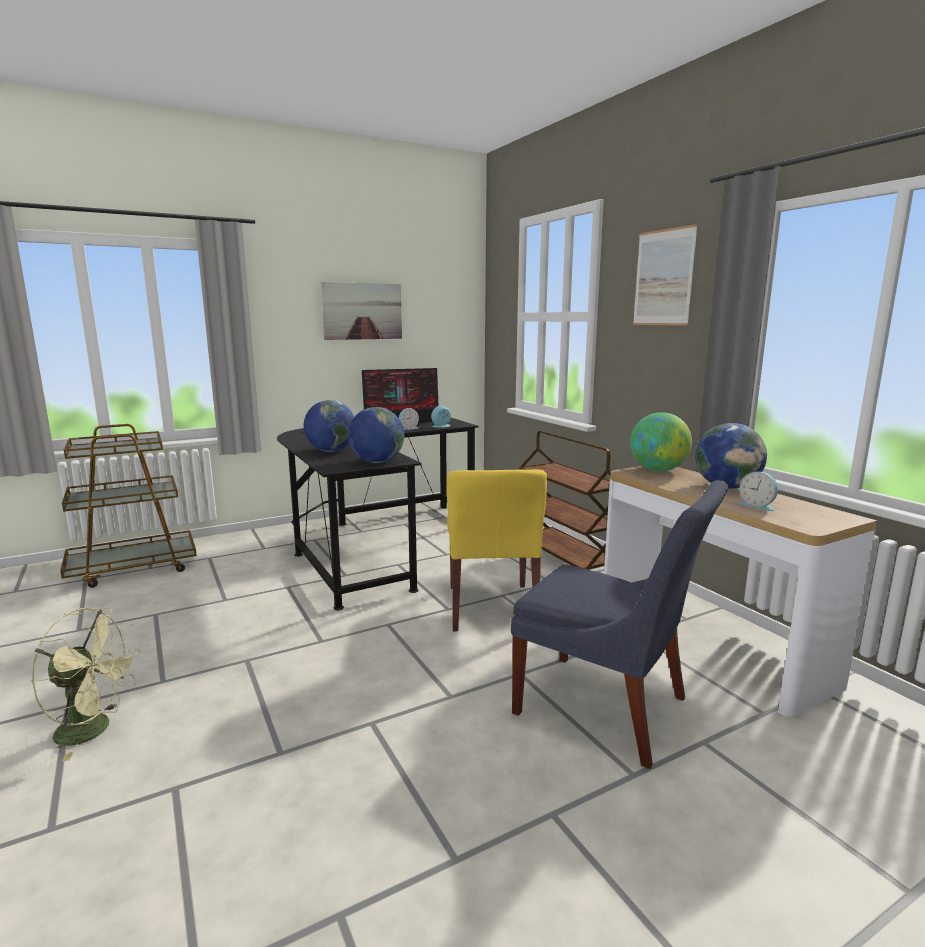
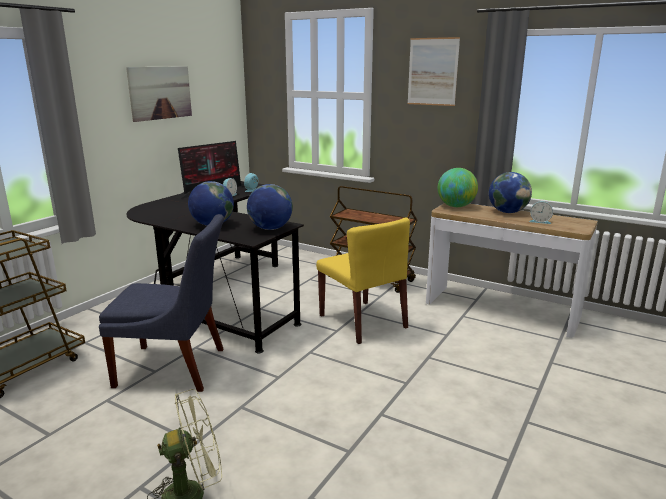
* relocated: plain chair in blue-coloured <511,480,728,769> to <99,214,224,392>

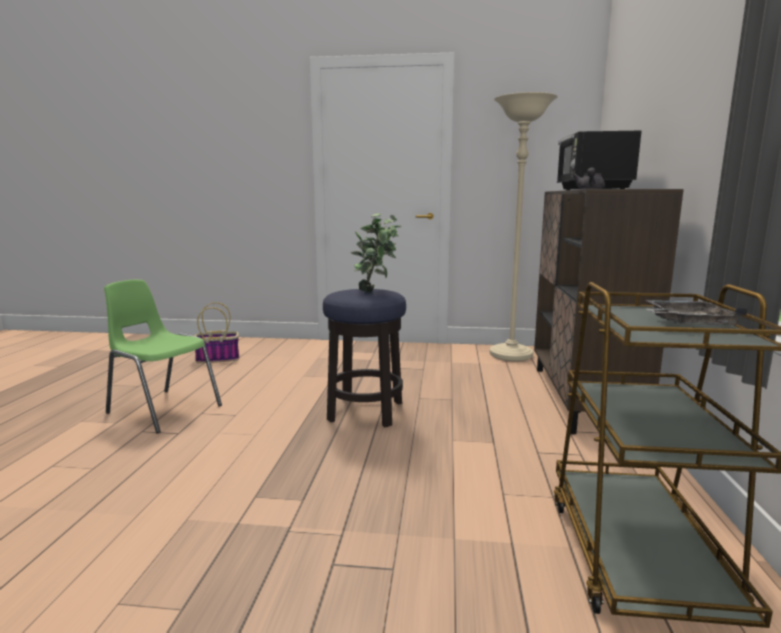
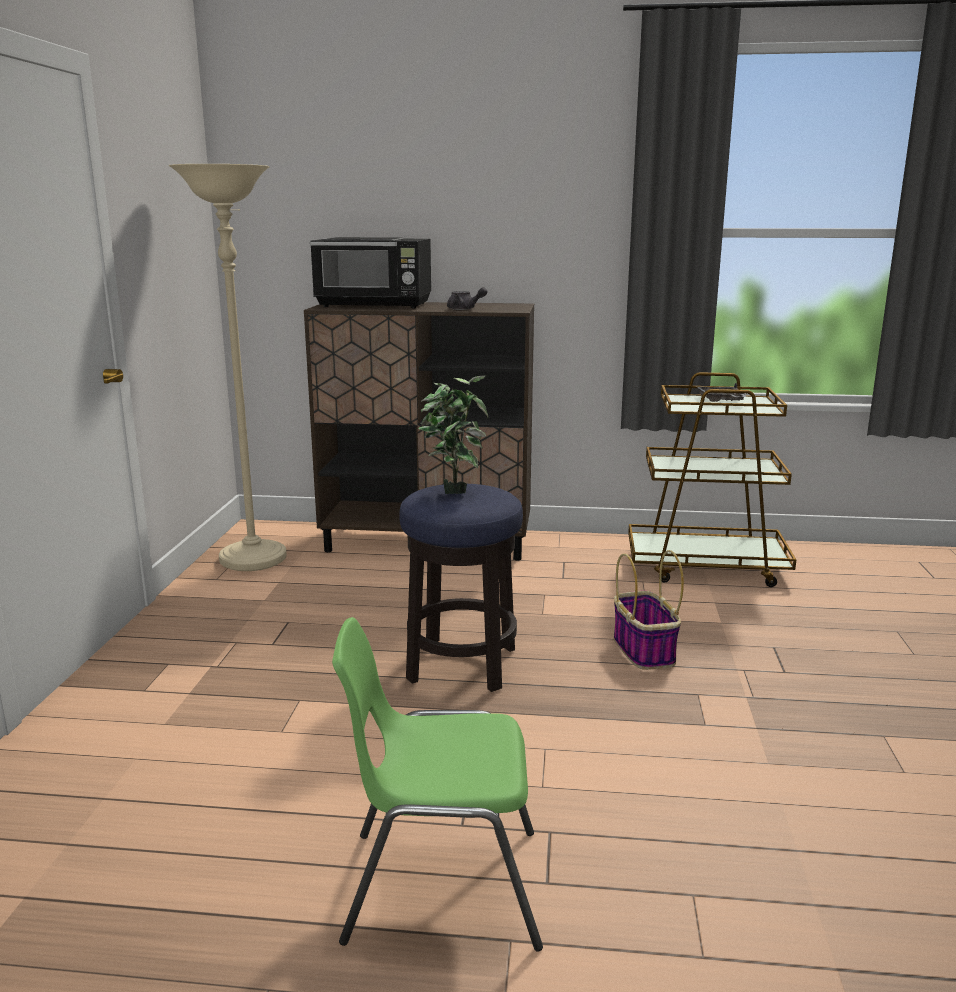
* relocated: storage basket <194,302,239,363> to <614,550,684,670>
* spun: plain chair in green <104,280,222,433> = <332,617,543,952> 60 degrees clockwise

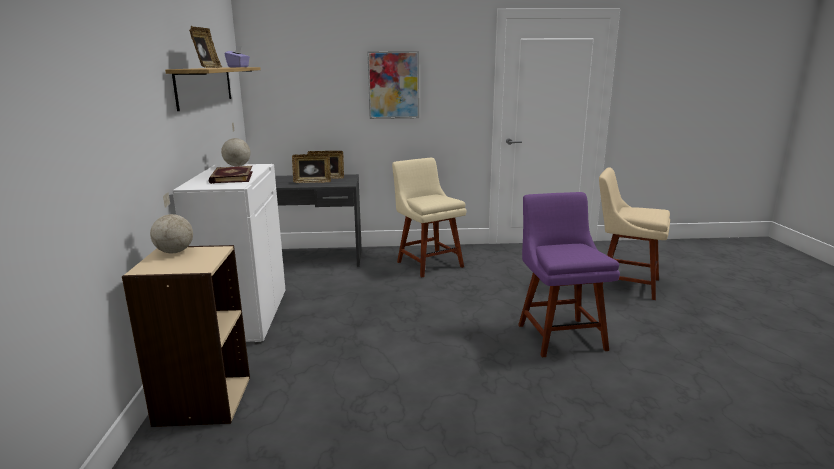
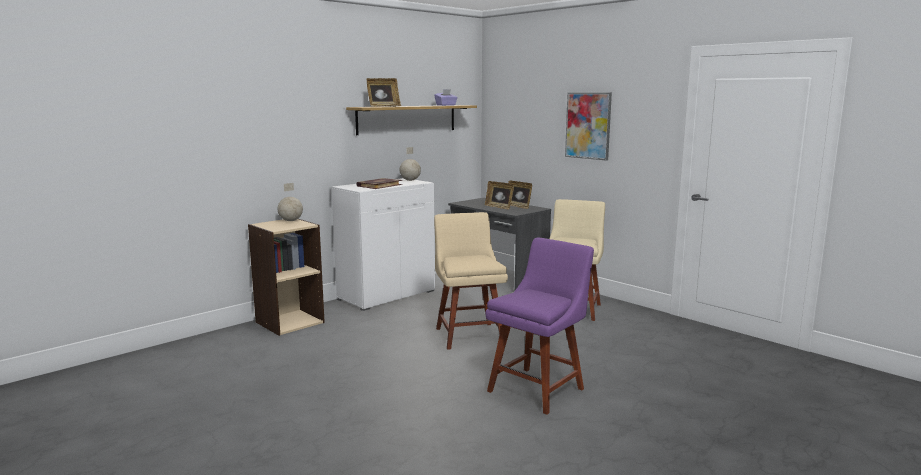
* relocated: plain chair in beige-coloured <599,167,670,300> to <434,212,508,350>

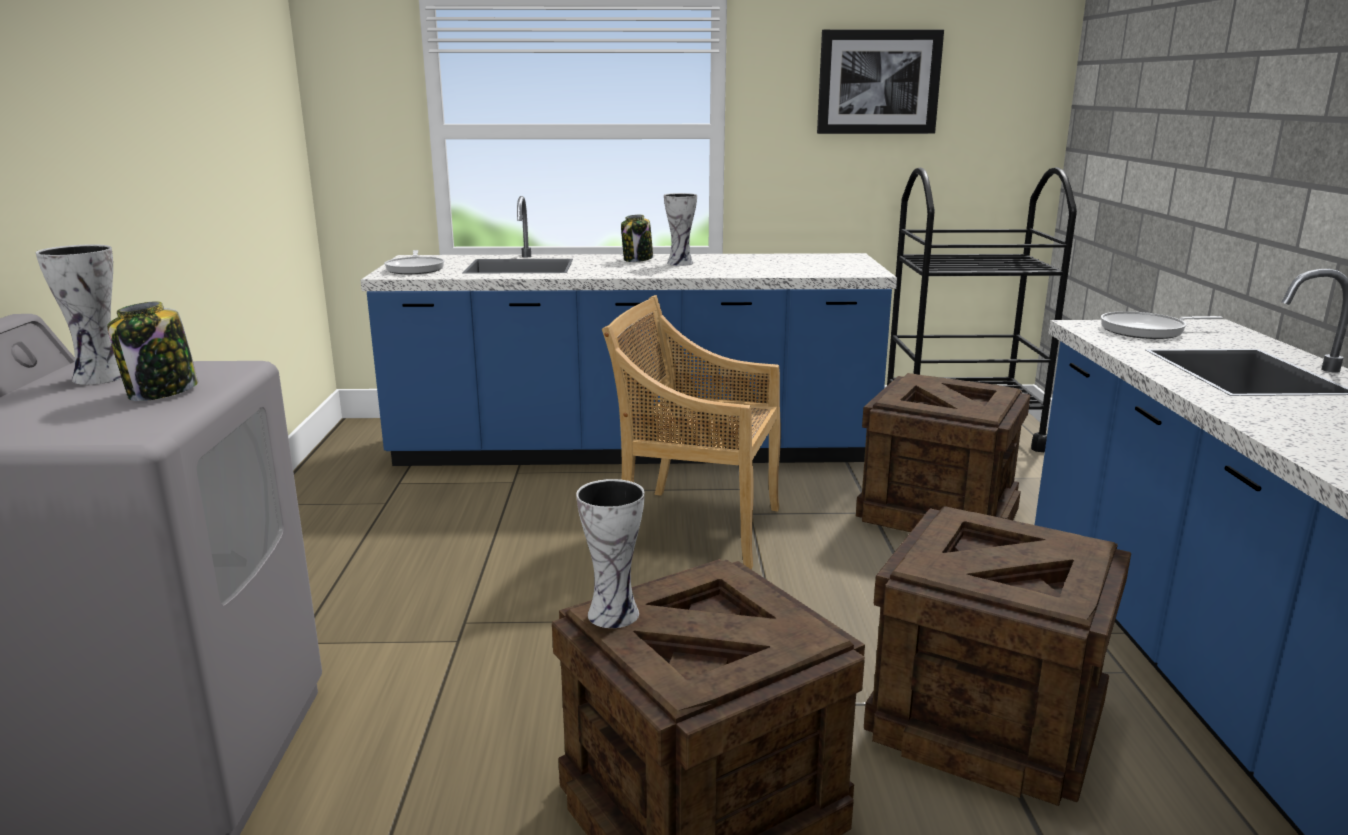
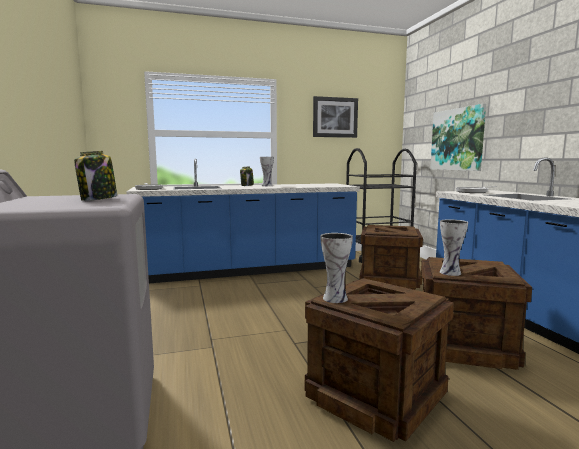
* missing: plain chair in beige-coloured <602,295,781,569>
* appeared: picture <430,104,486,171>
* relocated: flower vase <36,244,122,385> to <440,219,468,276>

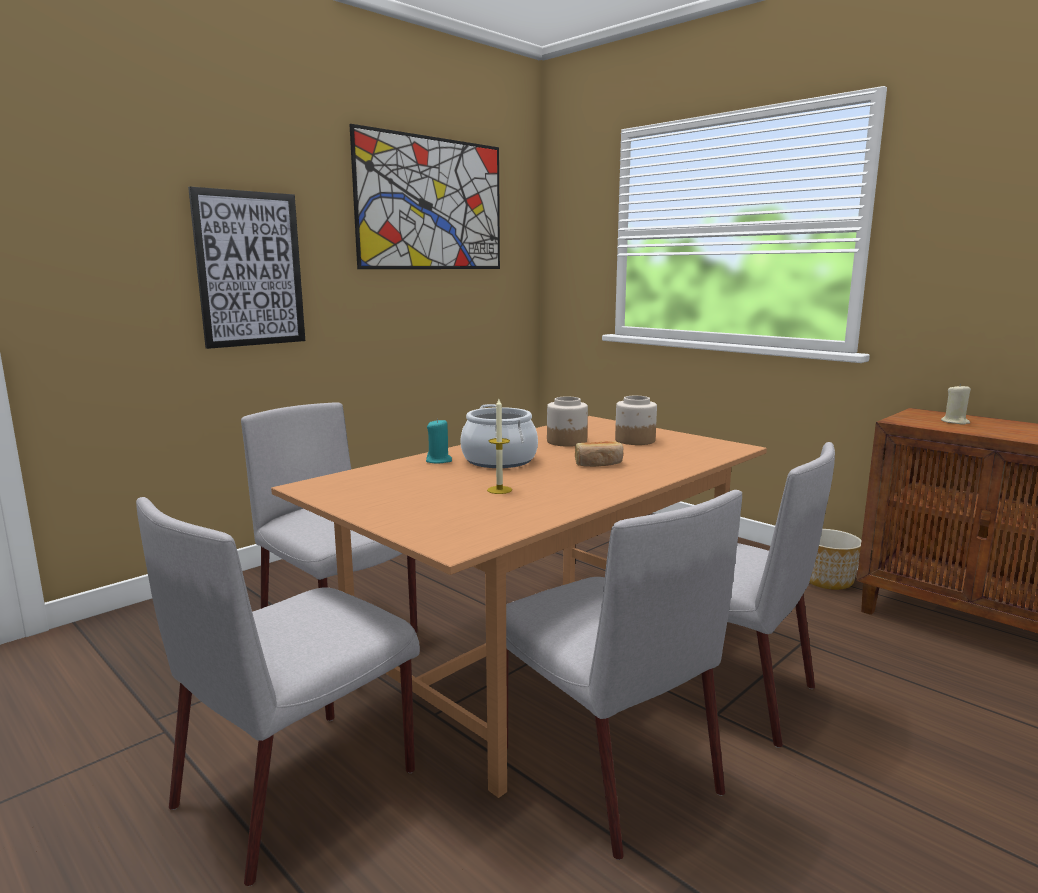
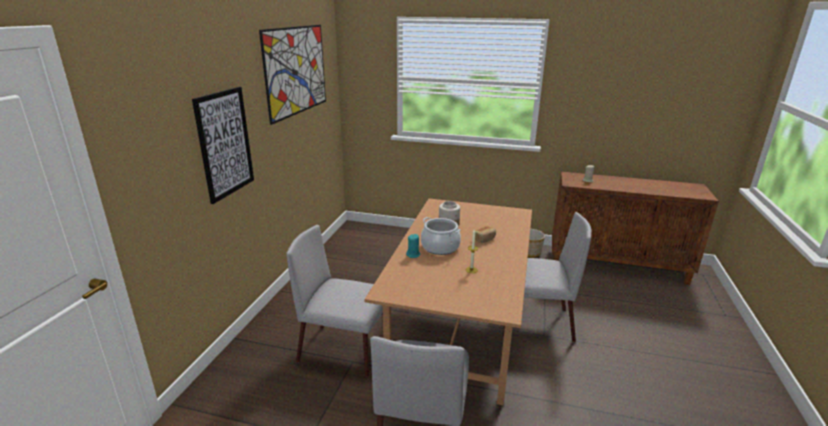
* missing: plain chair in grey <506,490,742,860>
* missing: preserve jar <615,396,657,445>

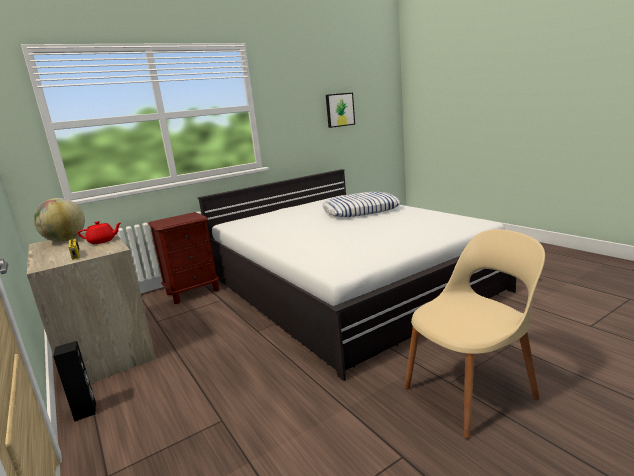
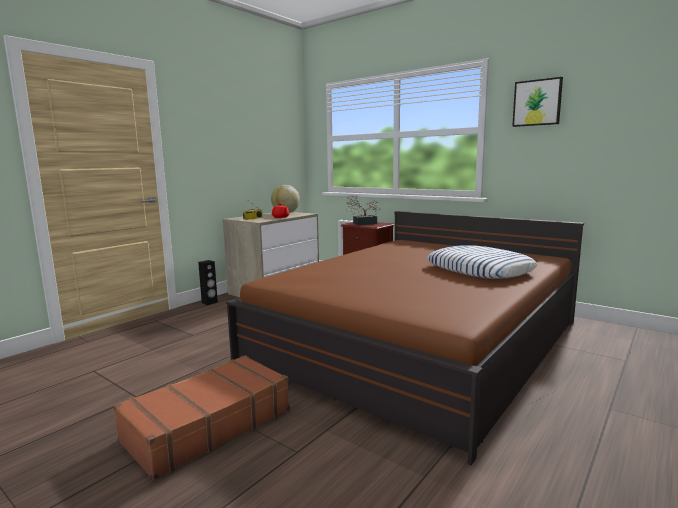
* appeared: potted plant <346,195,381,225>
* relocated: picture <326,93,355,128> to <512,77,563,127>
* exchanged: plain chair in beige-coloured <404,229,545,439> to suitcase in brown-coloured <113,355,290,480>
* colour: sleeping bed in white-coloured <198,169,516,381> to sleeping bed in brown-coloured <226,211,584,465>

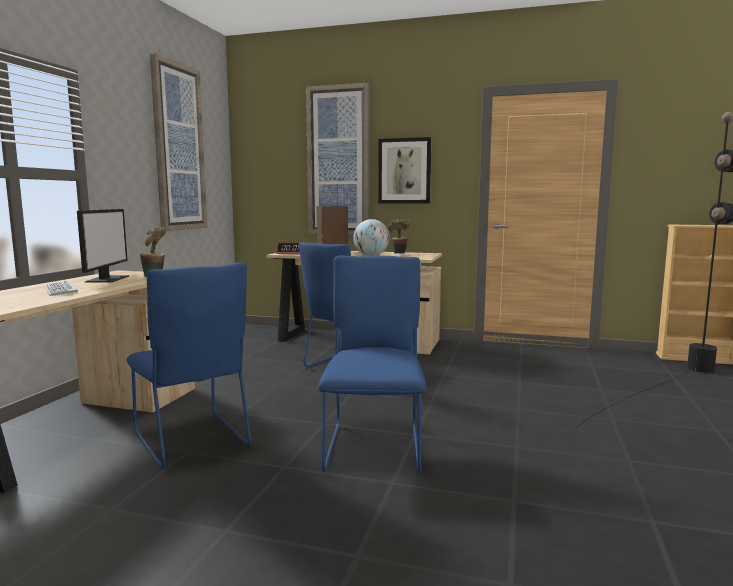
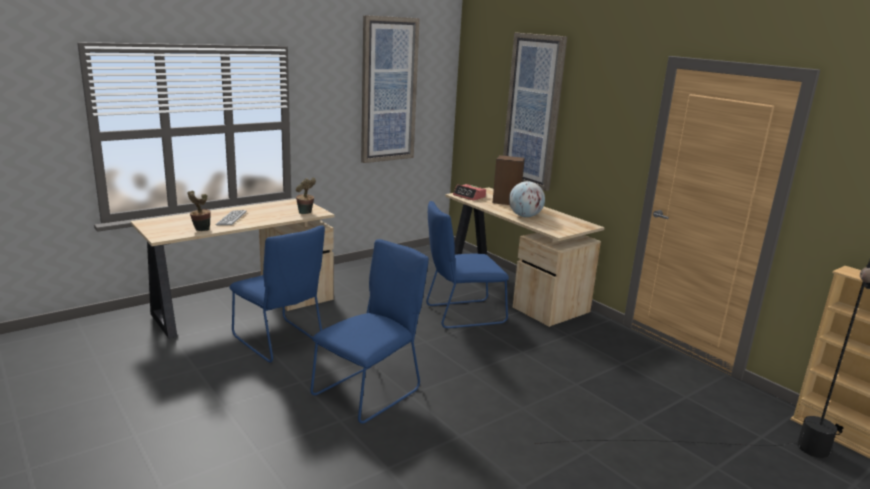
* missing: monitor <77,209,129,283>
* missing: picture <378,137,431,203>
* relocated: potted plant <388,219,410,254> to <187,191,211,231>
* spun: plain chair in blue-coloured <127,262,251,469> = <229,225,325,363> 45 degrees counterclockwise

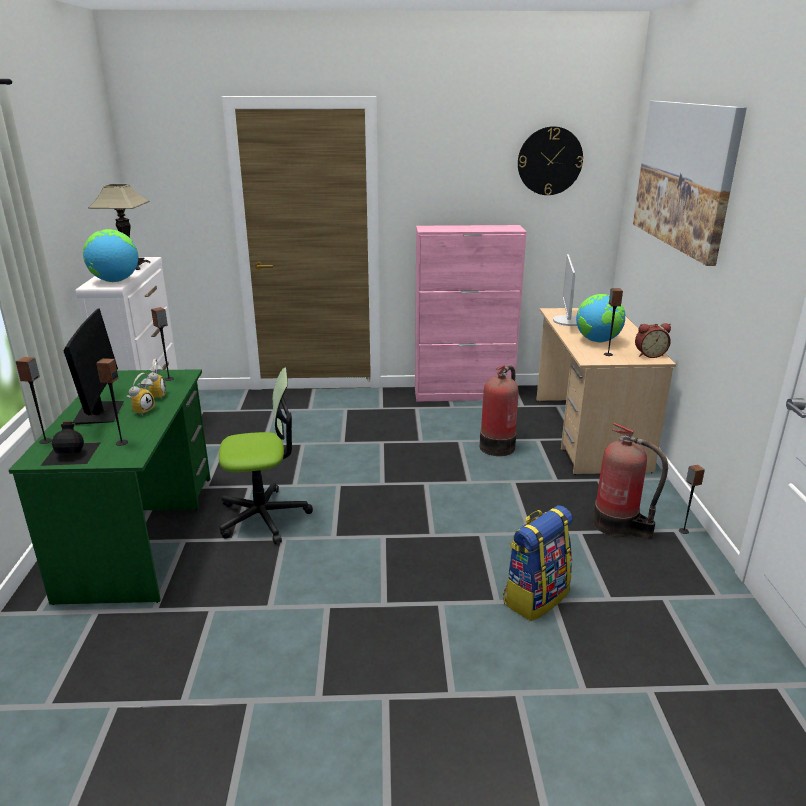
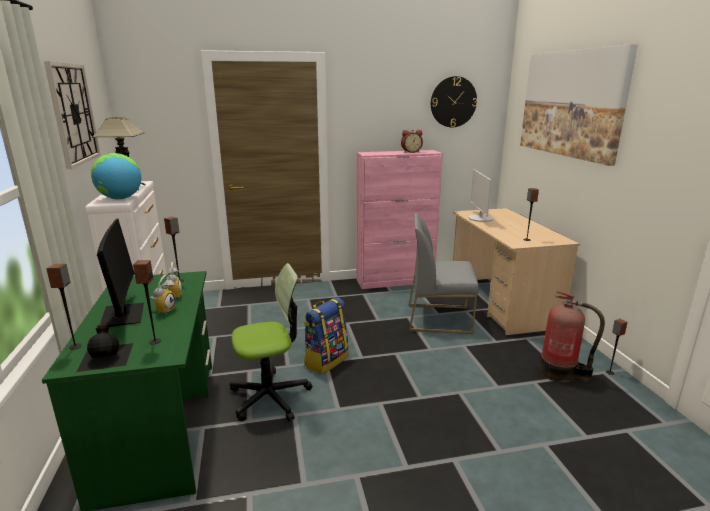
* missing: desk globe <576,294,626,342>
* appeared: hanging clock <44,62,100,169>
* relocated: backpack <503,505,573,621> to <304,297,348,374>
* relocated: bedside clock <635,323,671,358> to <401,130,423,153>
* exchanged: fire extinguisher <480,365,518,456> to plain chair in grey <409,213,479,334>

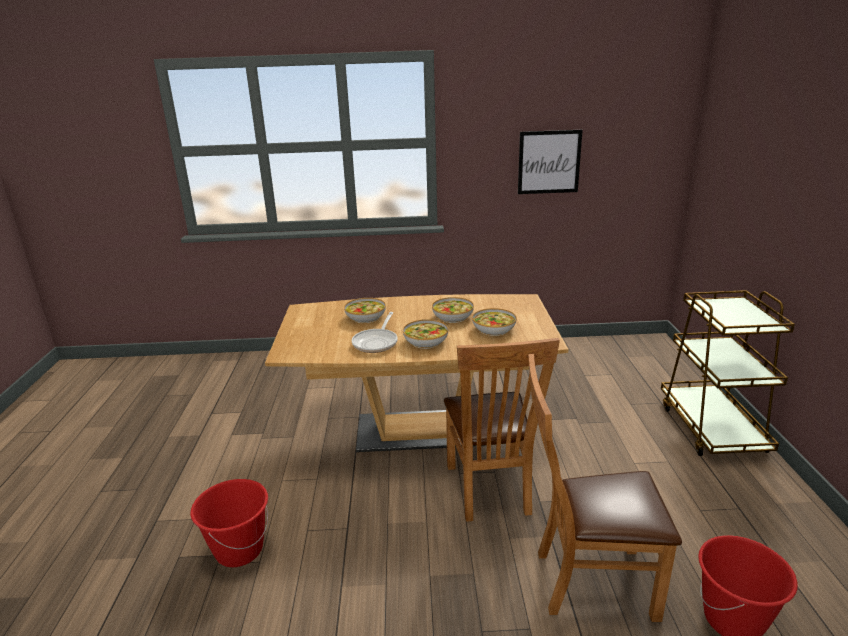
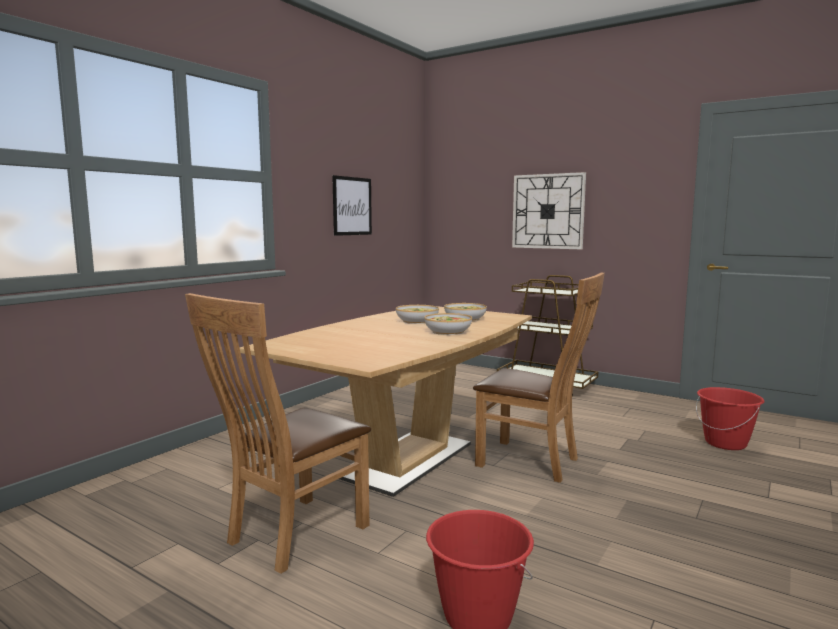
* missing: serving bowl <344,298,386,323>
* missing: skillet <352,312,398,353>
* appeared: hanging clock <512,172,586,249>
* relocated: plain chair in brown-coloured <528,354,682,622> to <185,293,371,574>

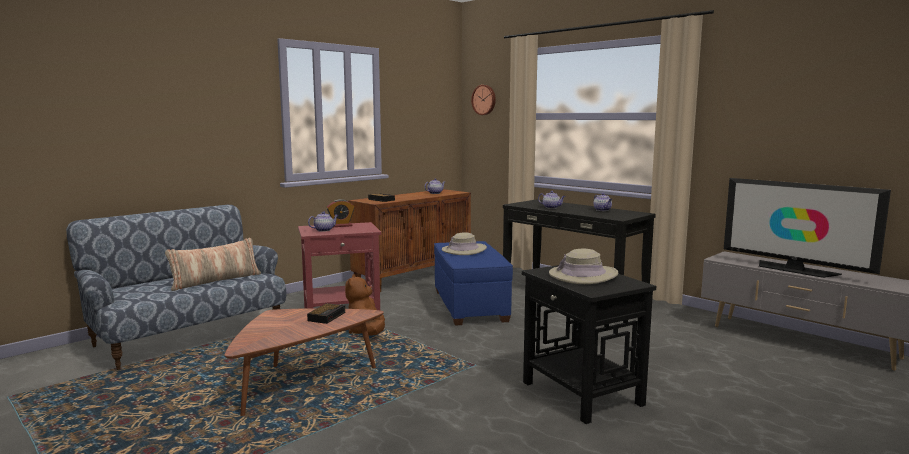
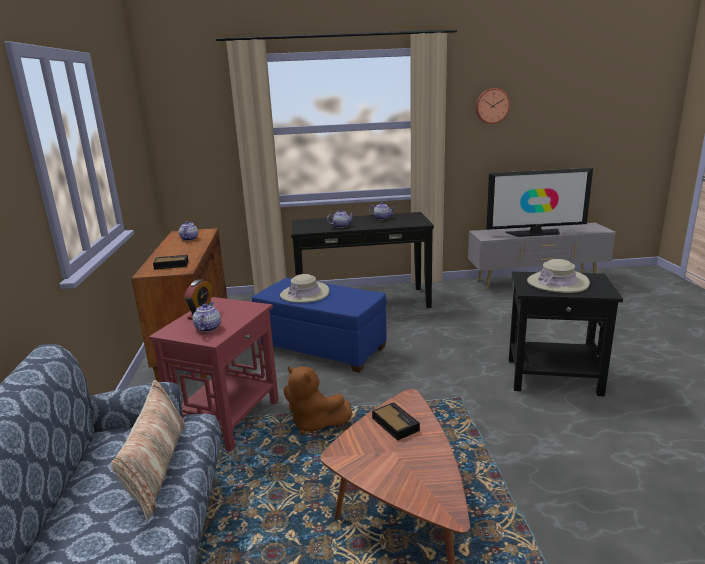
* relocated: hanging clock <471,85,496,115> to <476,88,510,124>

